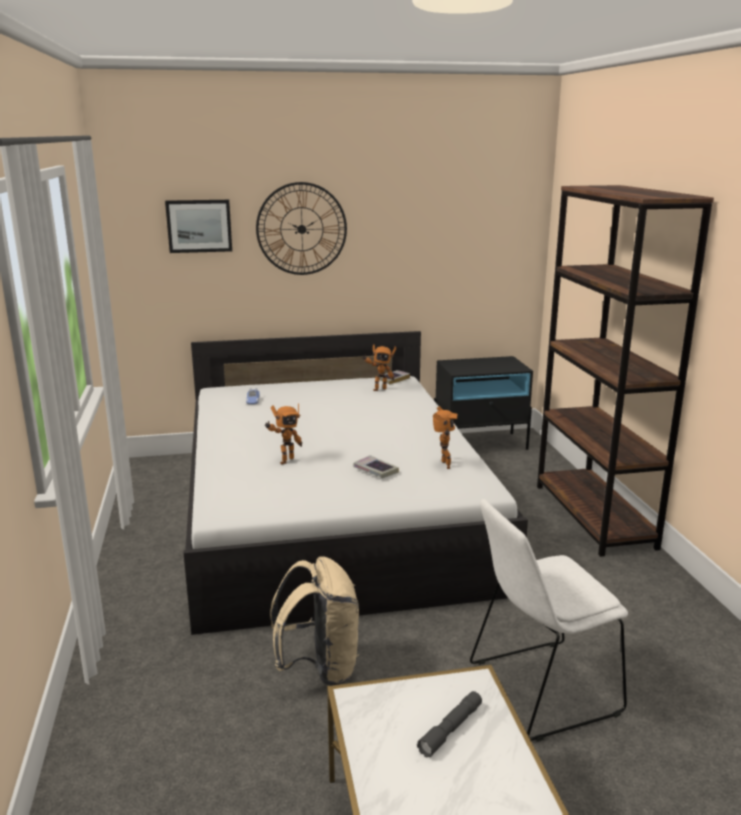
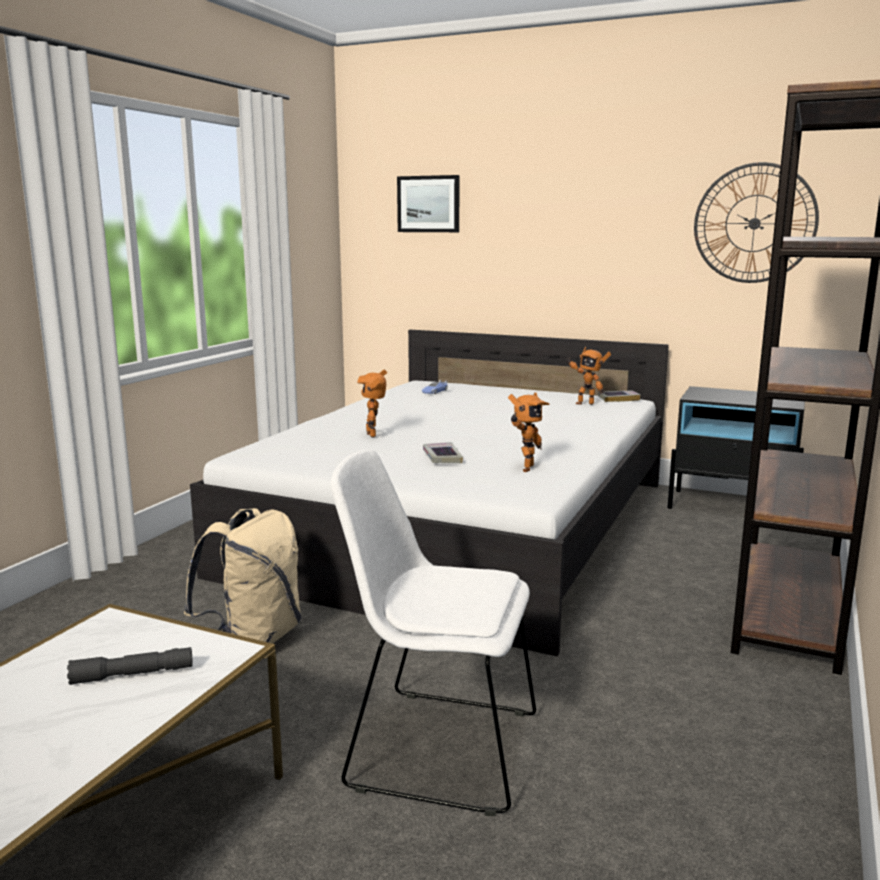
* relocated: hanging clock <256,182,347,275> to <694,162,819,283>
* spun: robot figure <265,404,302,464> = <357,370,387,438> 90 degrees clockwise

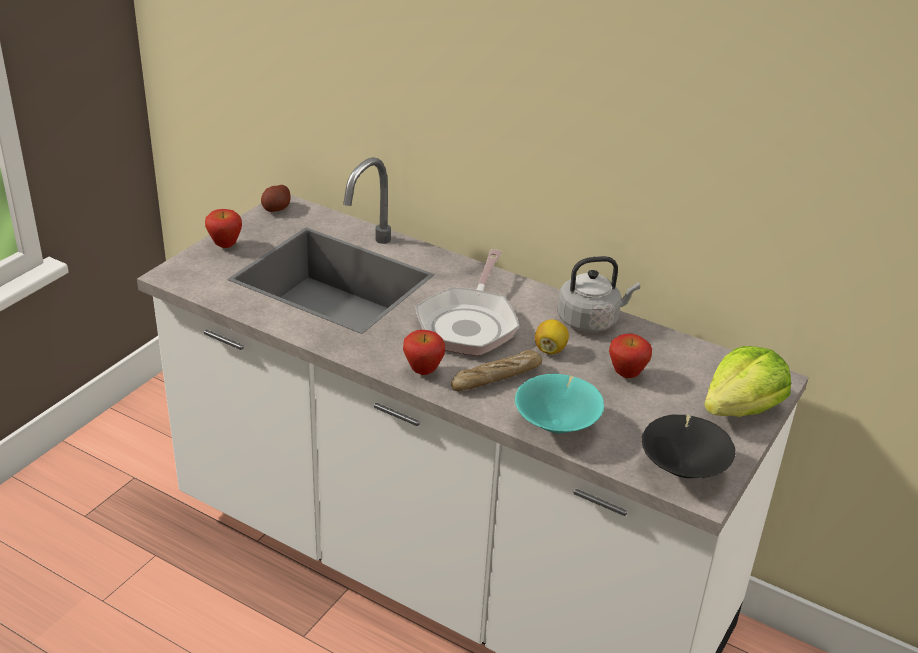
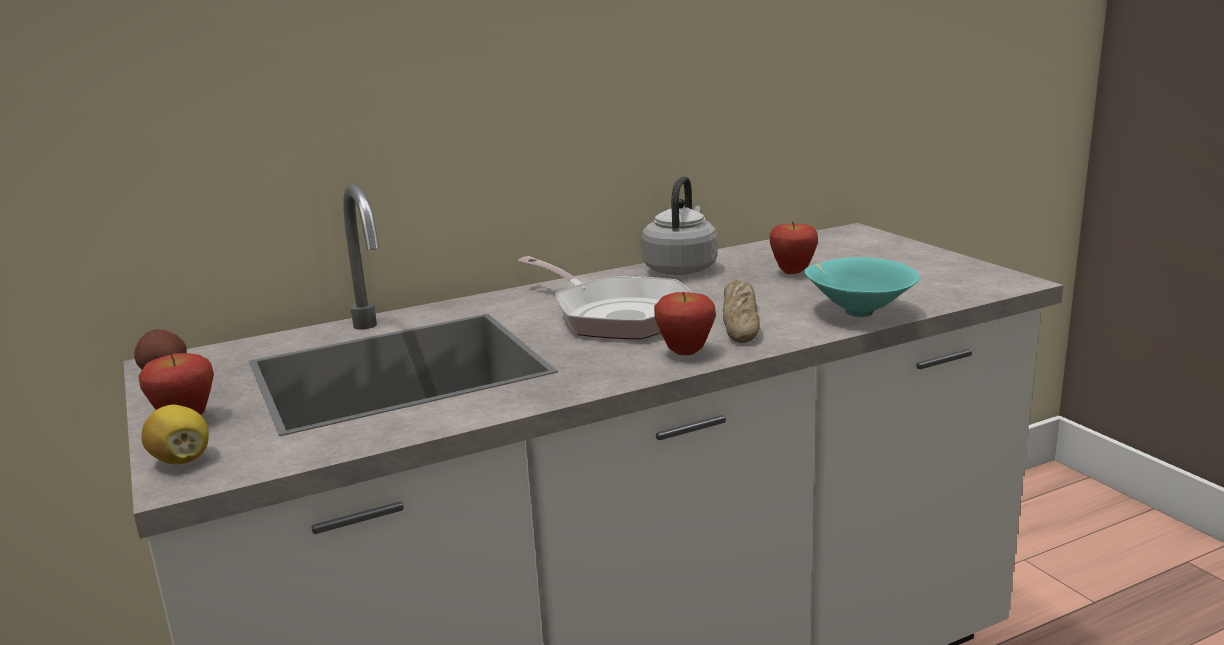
* missing: serving bowl in blackish <642,414,735,478>
* missing: head of lettuce <704,346,791,417>
* relocated: citrus fruit <535,319,569,354> to <142,405,209,464>

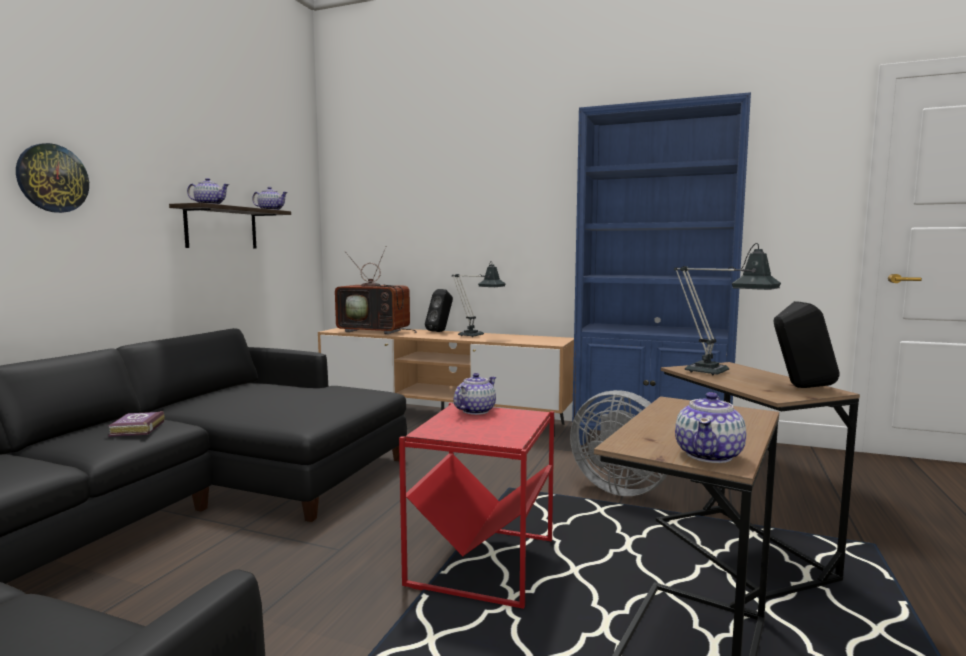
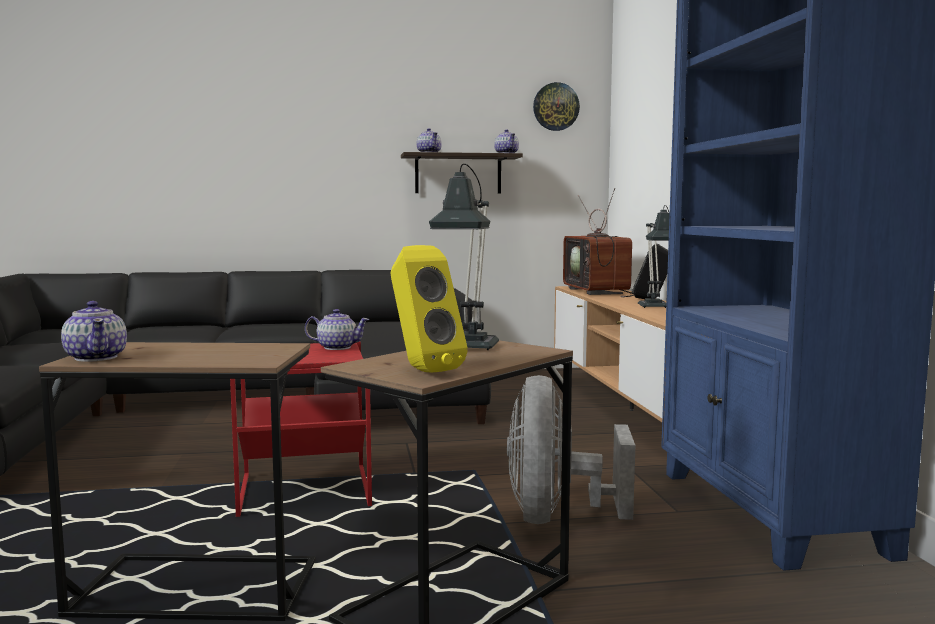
* missing: bound book <108,411,165,437>
* relocated: hanging clock <16,143,89,213> to <533,82,580,131>
* colour: speaker in blackish <774,301,840,388> to speaker in yellowish <390,245,468,373>
* spun: tea pot <675,392,746,463> = <61,301,127,362> 120 degrees counterclockwise

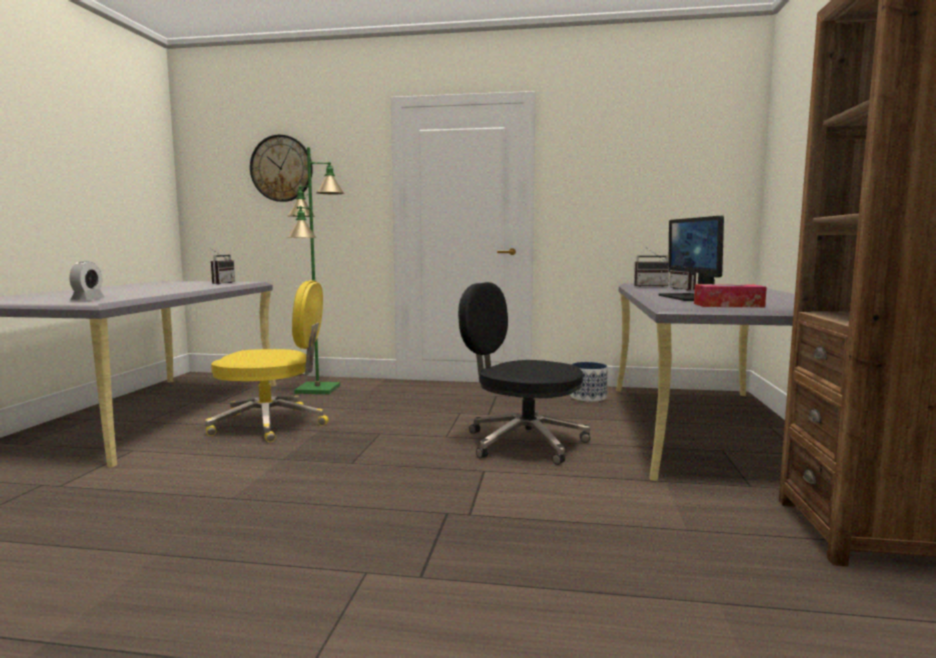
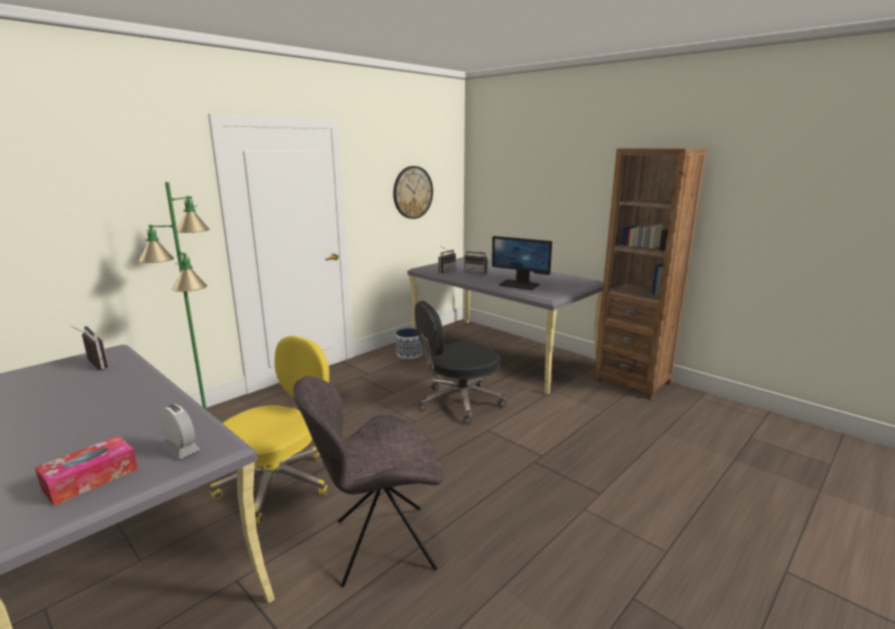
* appeared: plain chair in grey <293,376,443,587>
* relocated: hanging clock <250,135,313,202> to <393,166,433,219>
* relocated: tissue box <694,284,767,307> to <35,436,138,506>

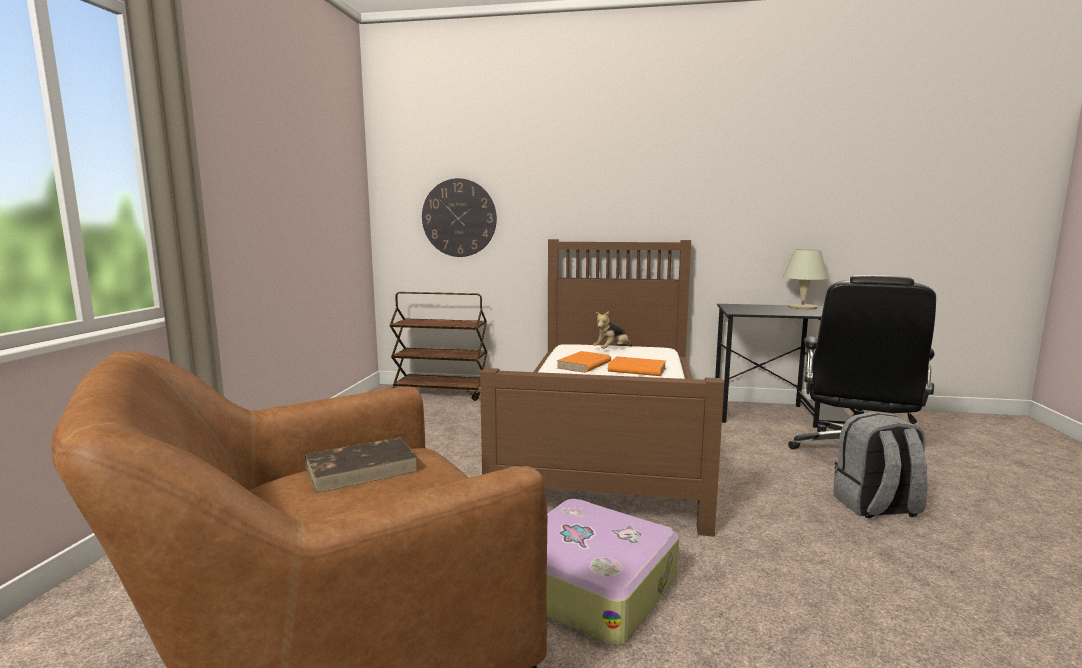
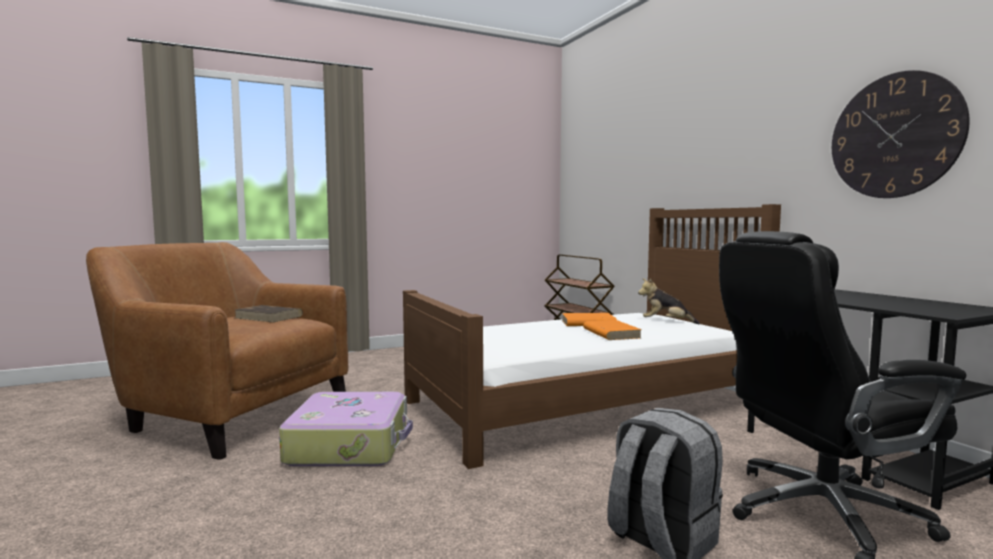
* missing: table lamp in beige-coloured <783,249,828,310>
* relocated: hanging clock <422,178,497,257> to <832,70,970,198>

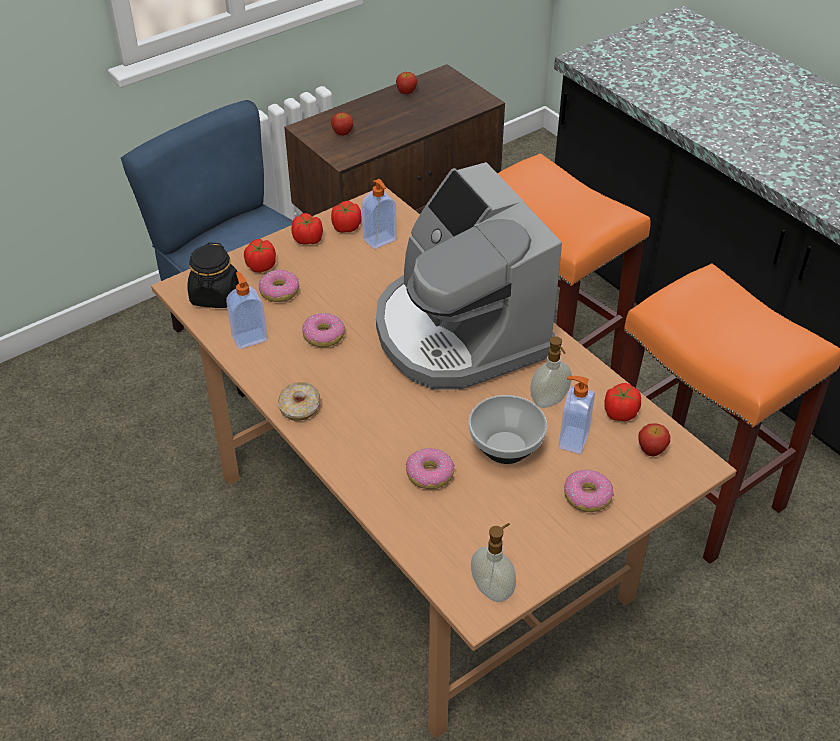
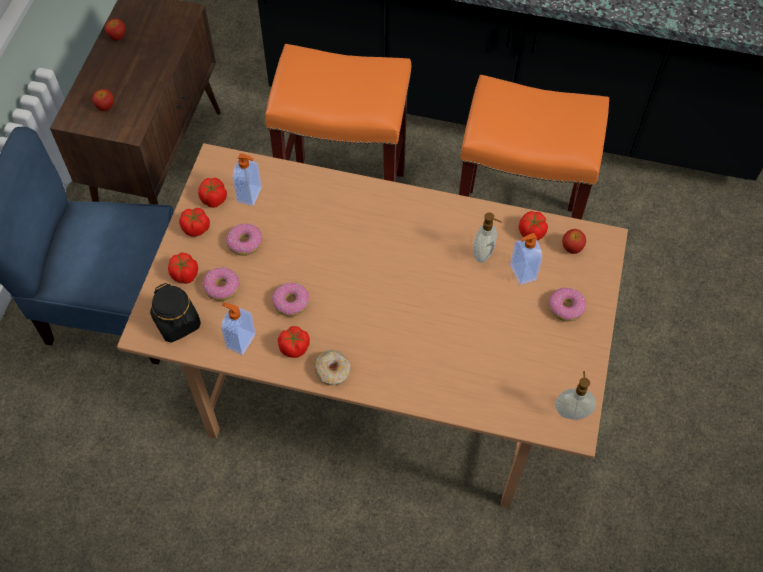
* missing: coffee machine <376,162,562,390>
* missing: serving bowl <469,395,547,464>
* appeared: fresh tomato <278,326,310,358>
* relocated: ring doughnut <406,448,455,489> to <226,224,262,256>

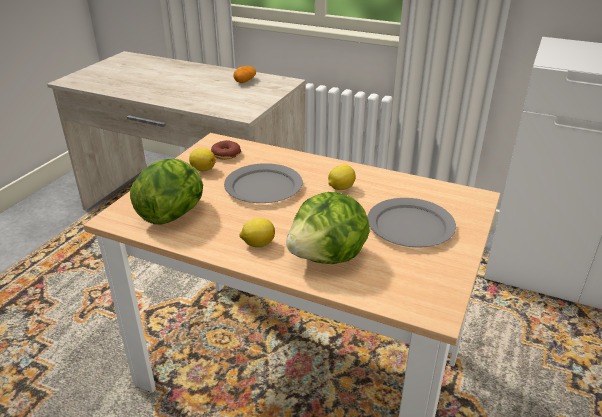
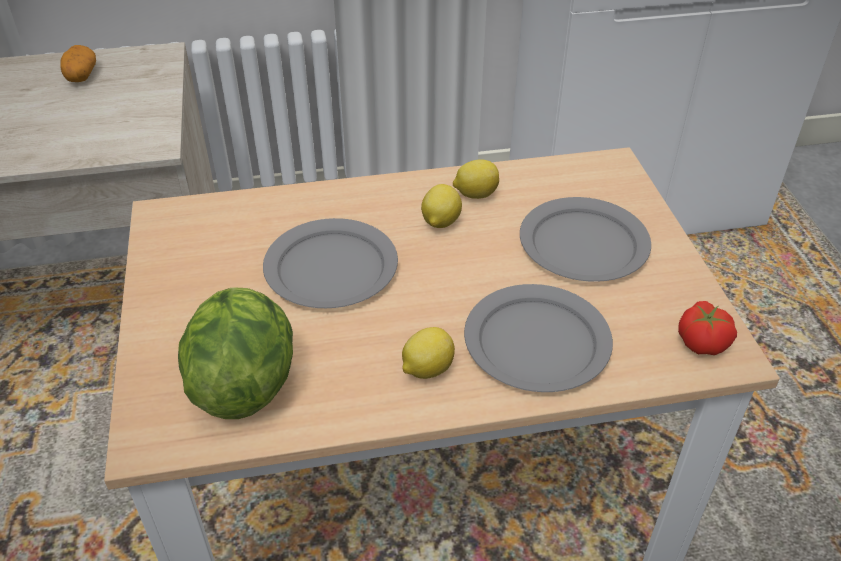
* missing: ring doughnut <211,140,241,160>
* appeared: fresh tomato <678,301,737,355>
* relocated: citrus fruit <189,148,216,171> to <453,159,499,199>
* exchanged: head of lettuce <286,192,370,264> to dinner plate in grey <464,284,613,392>

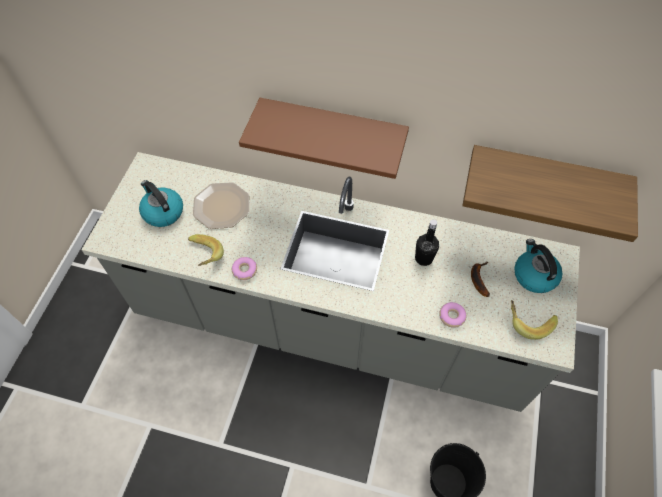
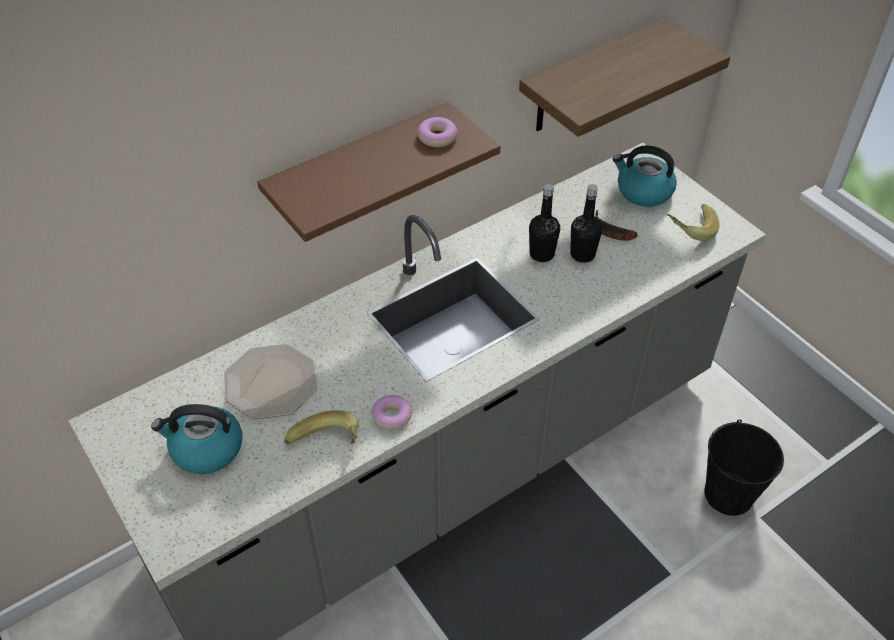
* appeared: bottle in blackish <570,184,602,263>
* relocated: ring doughnut <439,302,466,328> to <418,117,458,147>

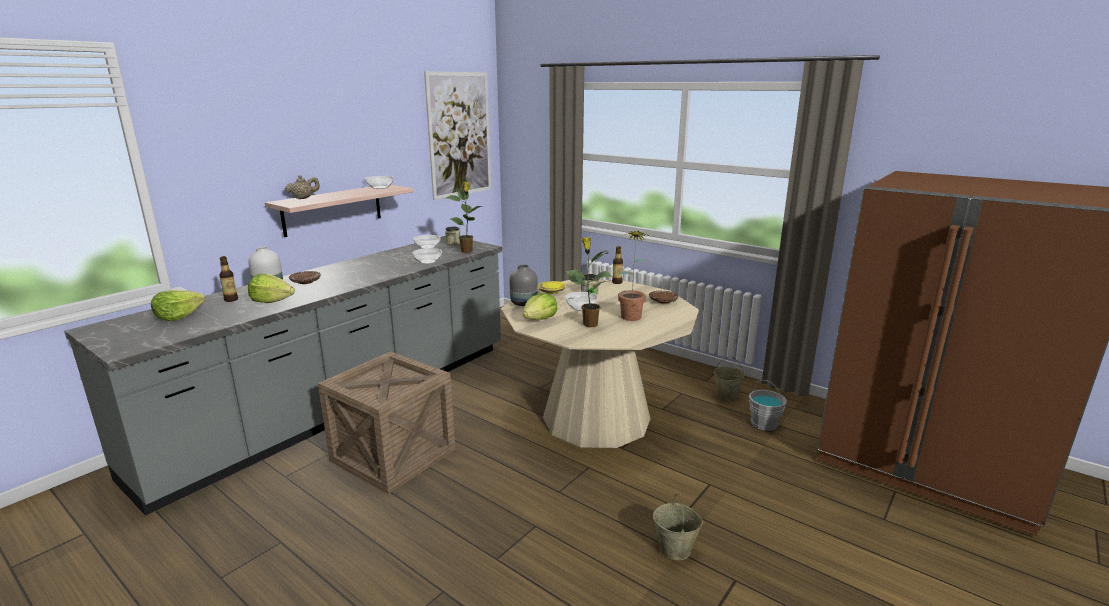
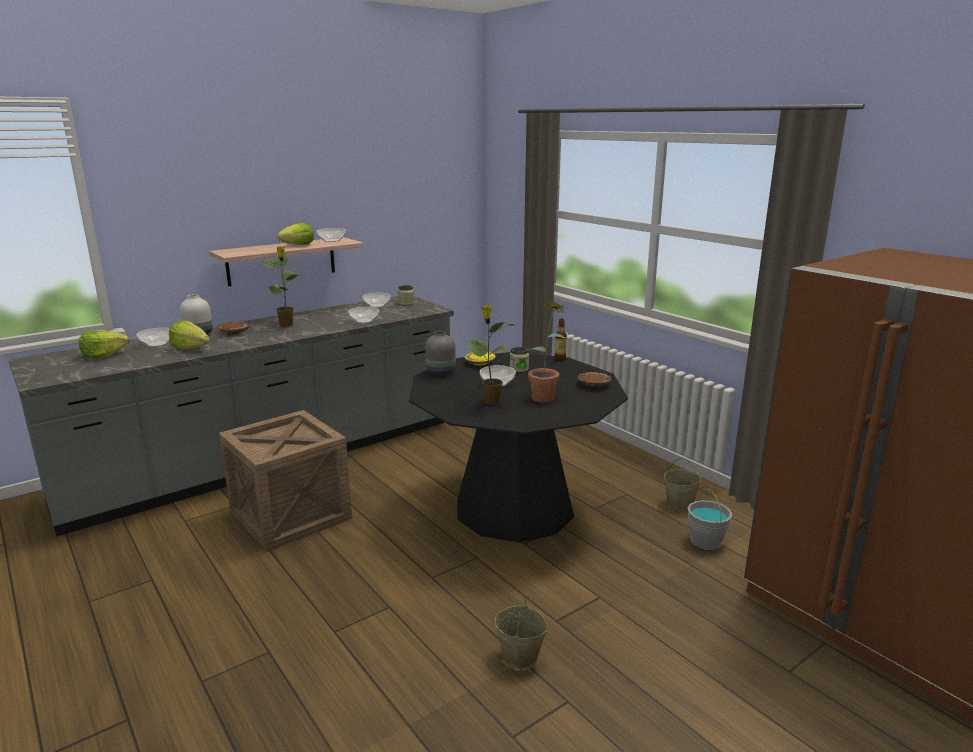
* missing: tea pot in beige-coloured <285,175,320,199>
* missing: picture <424,71,491,200>
* relocated: potted plant <446,182,482,253> to <260,246,301,327>
* relocated: head of lettuce <523,293,557,320> to <277,223,314,245>
* exchanged: bottle <219,256,238,302> to serving bowl <137,328,170,347>
* colour: dining table in beige-coloured <501,280,699,448> to dining table in blackish <409,352,628,542>

